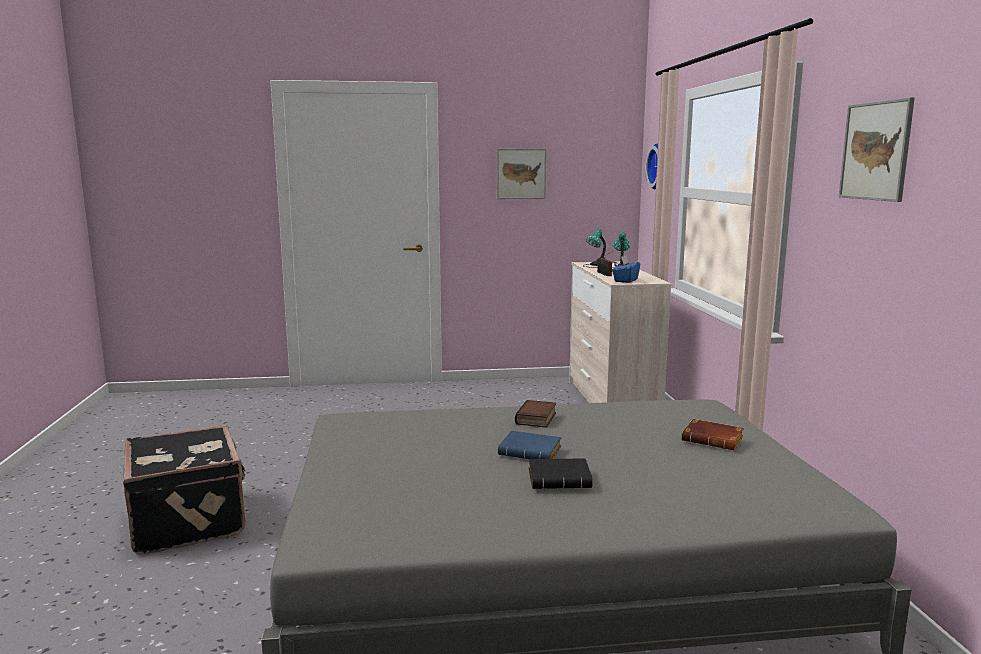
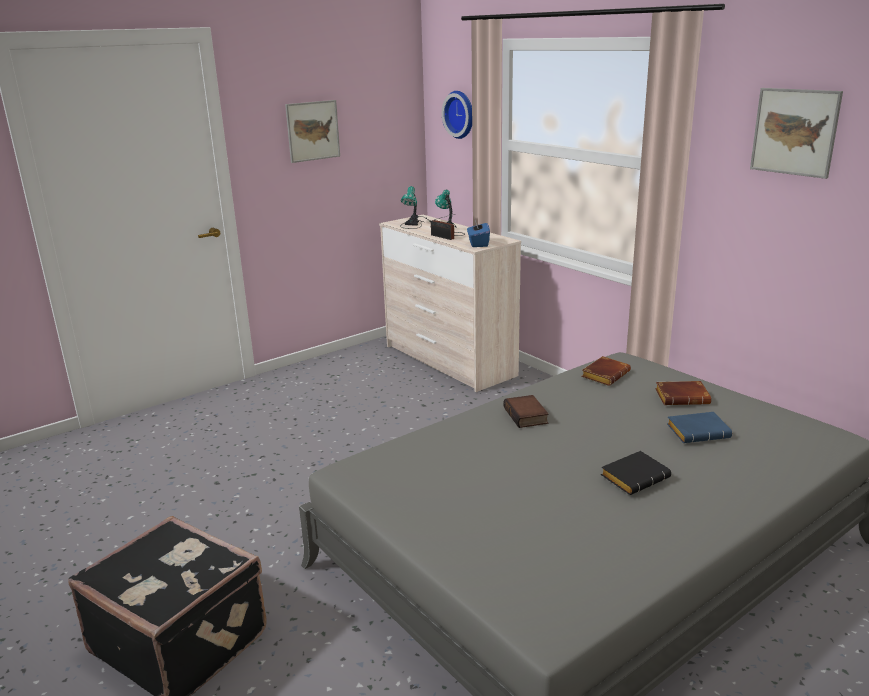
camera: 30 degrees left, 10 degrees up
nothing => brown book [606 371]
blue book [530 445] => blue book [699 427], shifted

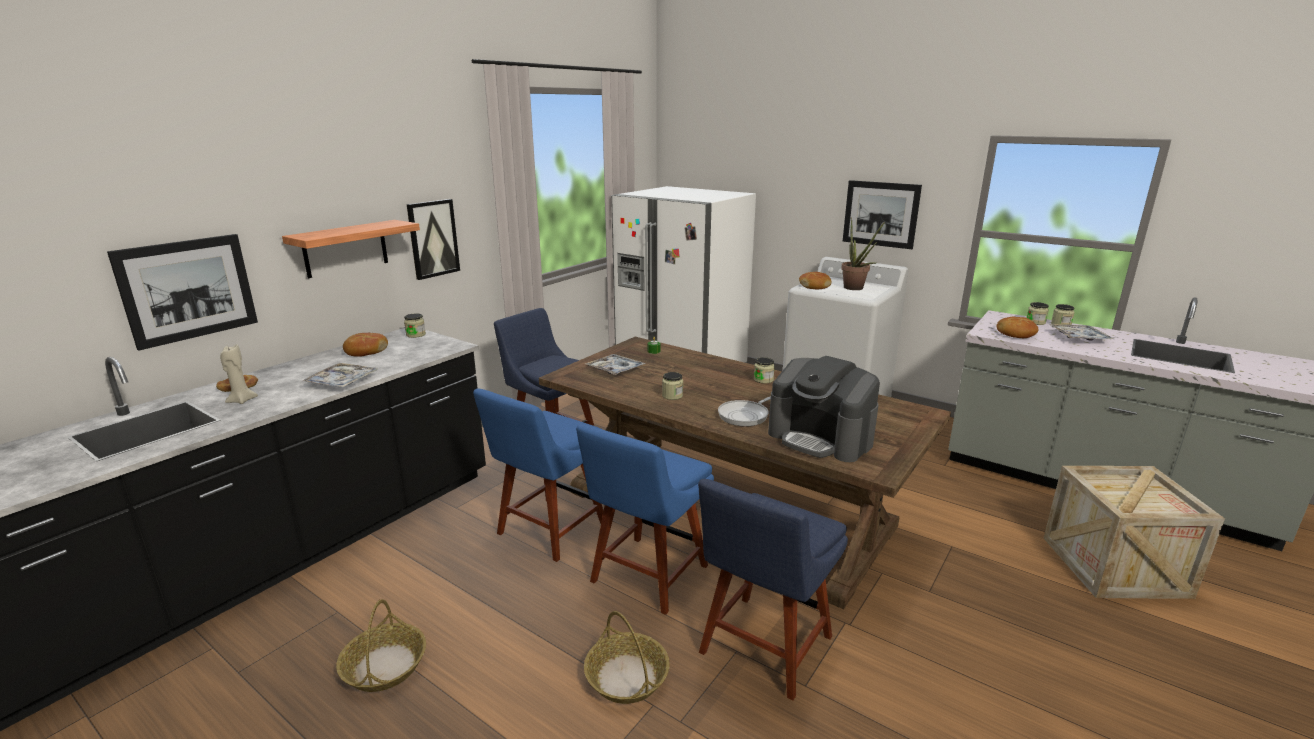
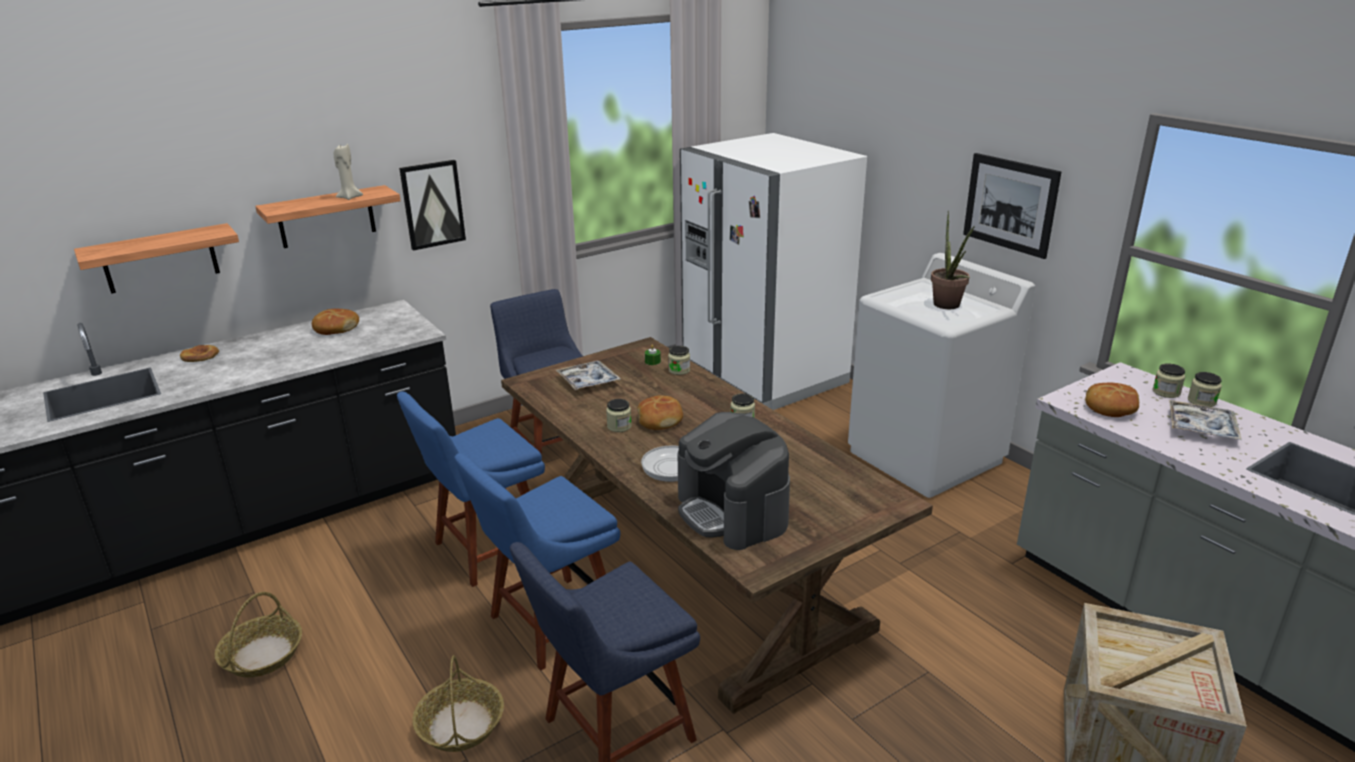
camera: 20 degrees right, 5 degrees up
picture [182 292] => shelf [156 258]
beige candle [239 374] => beige candle [348 172], shifted
bread [815 280] => bread [660 412], shifted
jar [415 326] => jar [679 360], shifted
tray [339 375] => nothing

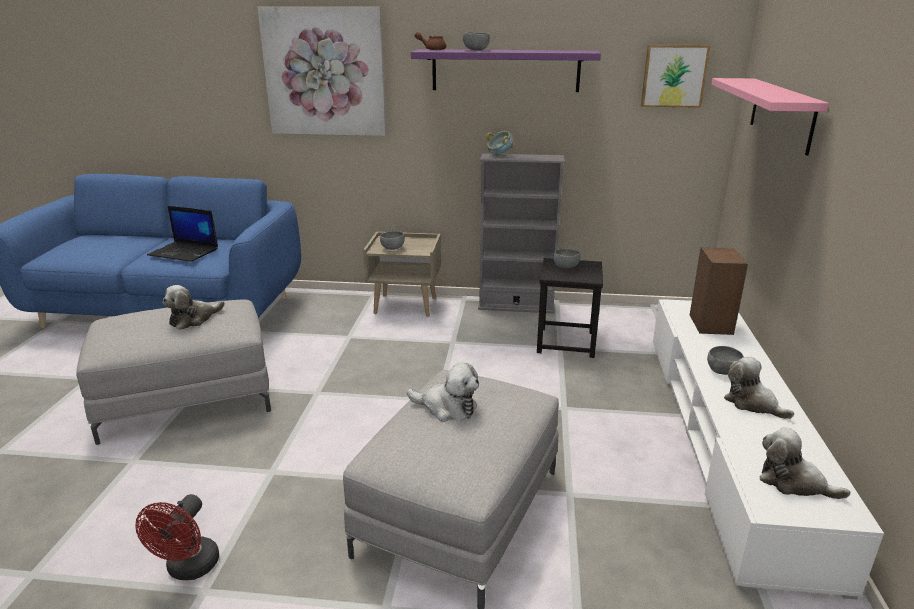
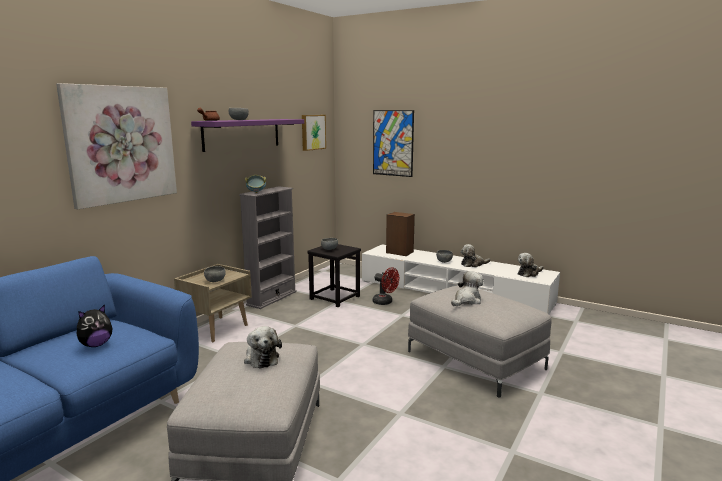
camera: 65 degrees left, 10 degrees down
laptop [182 234] => plush toy [94 325]
pink shelf [770 117] => picture [393 143]
red fan [177 537] => red fan [386 286], shifted

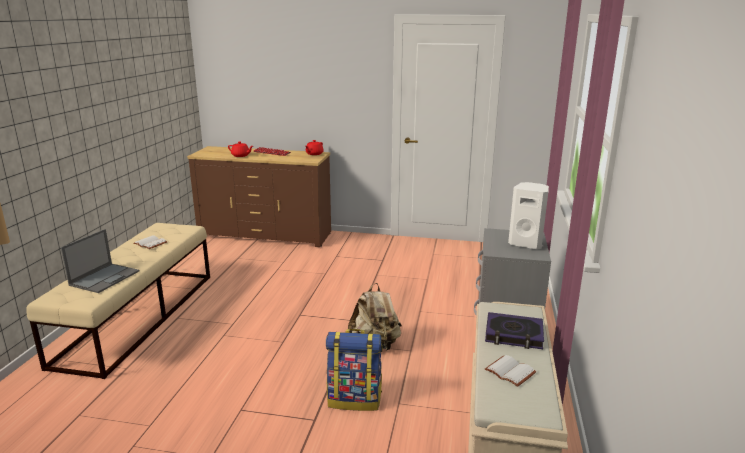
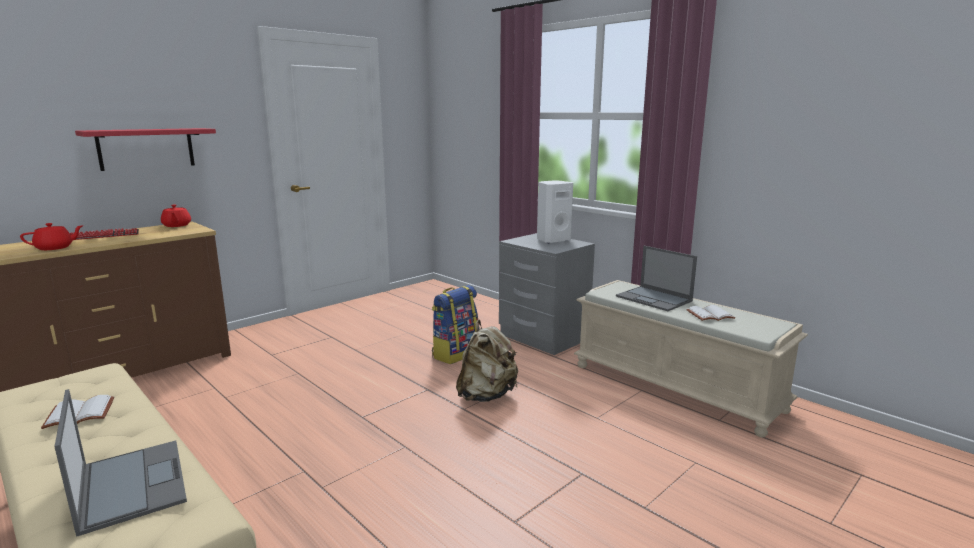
camera: 55 degrees left, 5 degrees down
nothing => red shelf [145 149]
backpack [354 370] => backpack [456 324], shifted
book [514 330] => laptop [656 278]

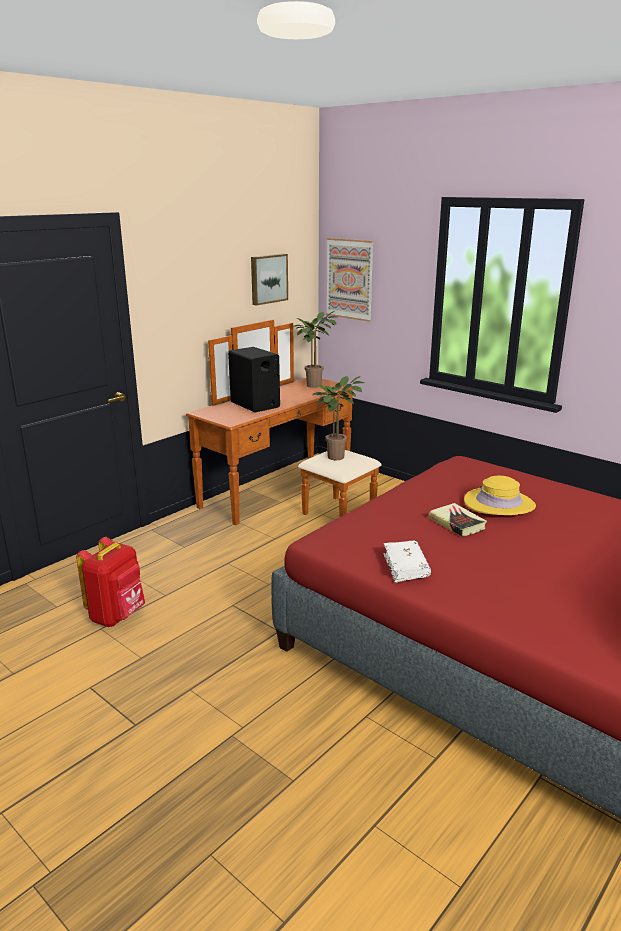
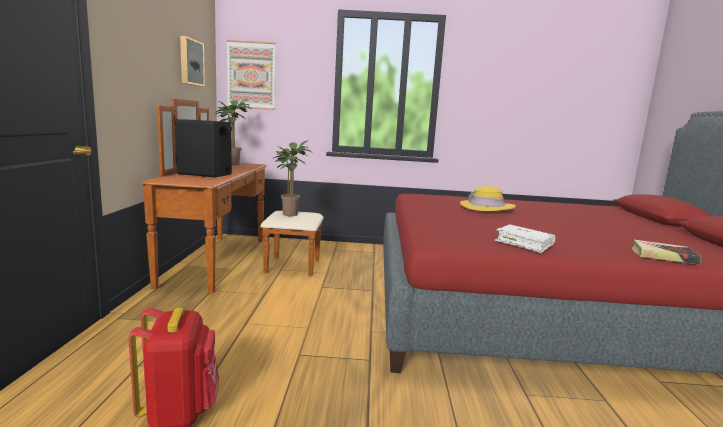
camera: 40 degrees left, 10 degrees down
book [458 520] => book [666 251], shifted

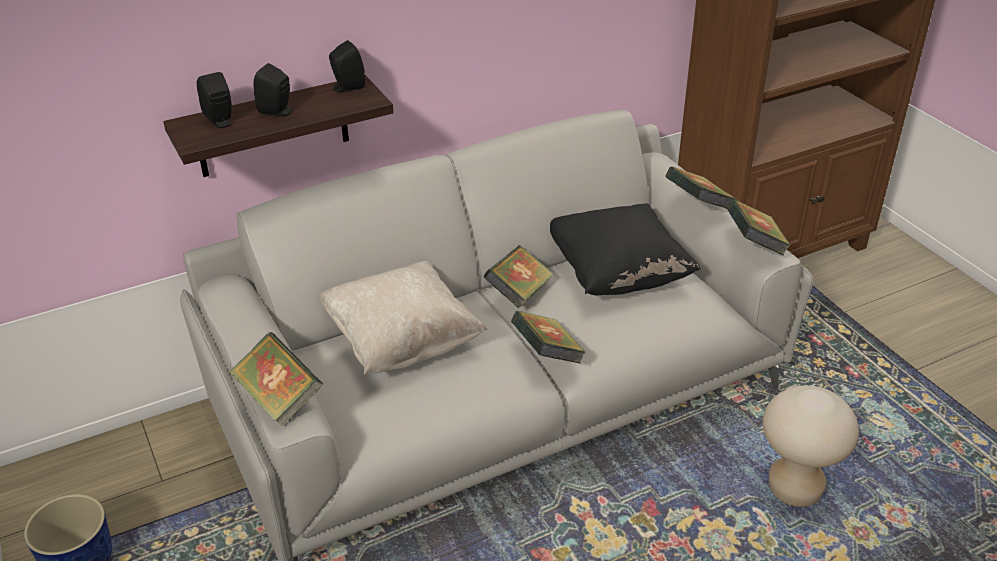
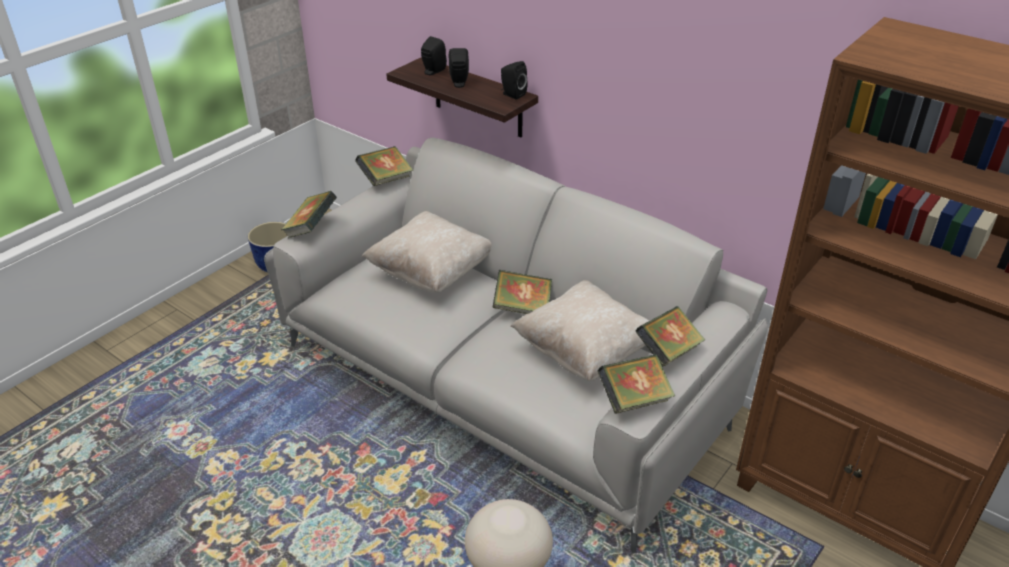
camera: 65 degrees right, 0 degrees up
book [548 337] => book [384 166], shifted
black pillow [625 249] => beige pillow [579 330]

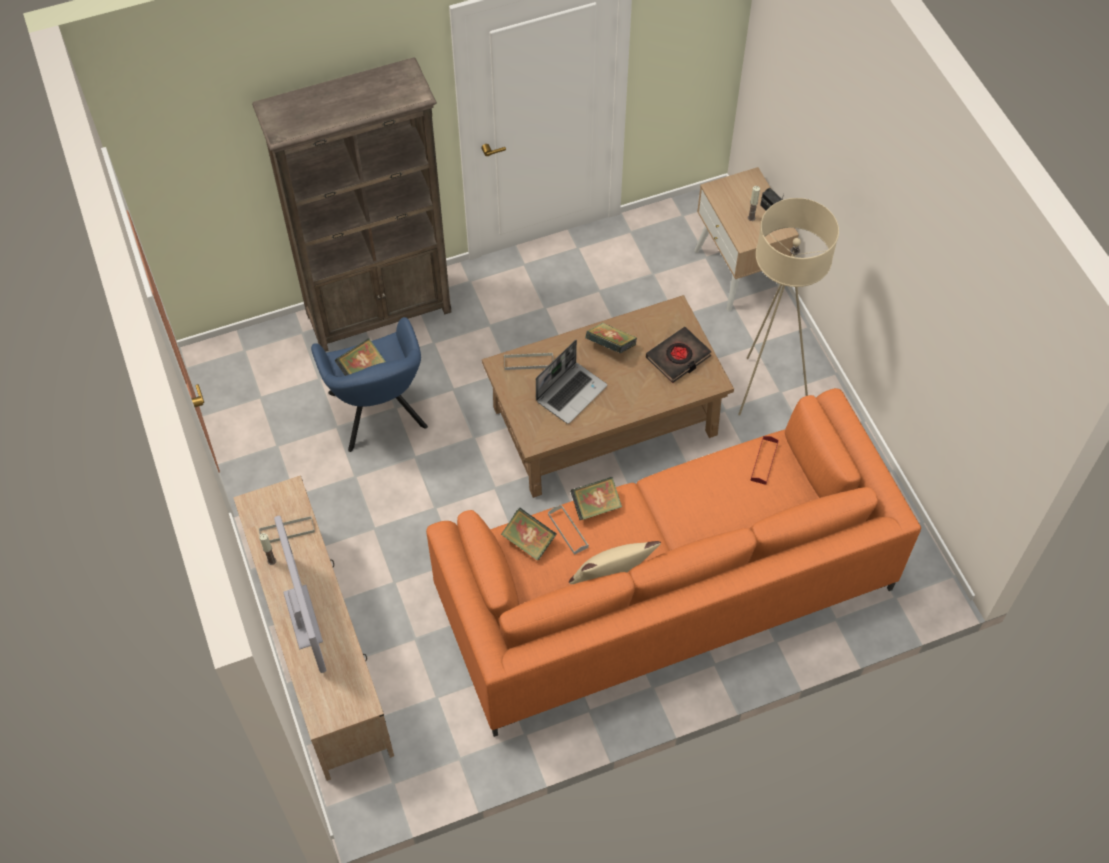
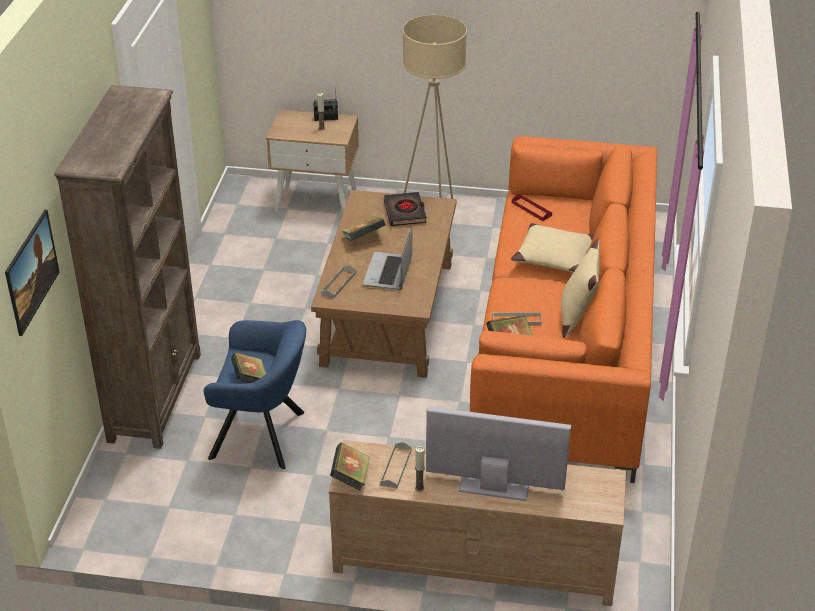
camera: 60 degrees left, 20 degrees down
nothing => picture [32 273]
book [596 498] => book [350 466], shifted
laptop [571 382] => laptop [387 258], 150 degrees counterclockwise
nothing => beige pillow [552 248]

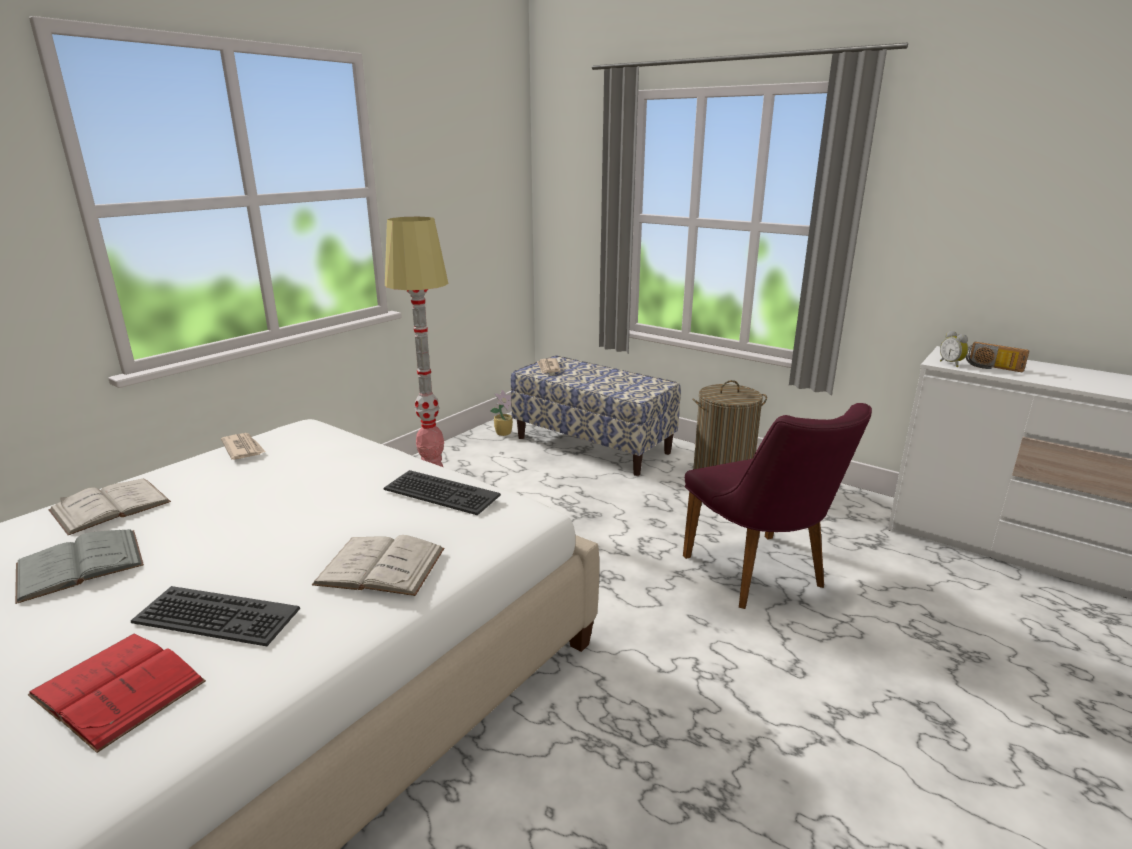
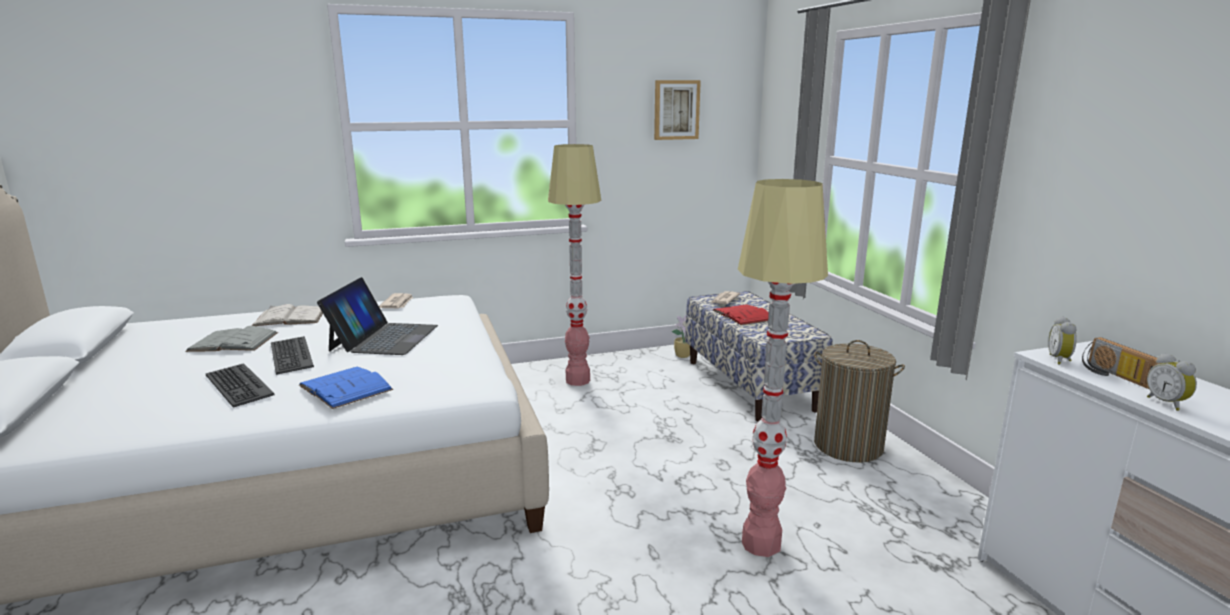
camera: 35 degrees right, 5 degrees down
keyboard [442 492] => keyboard [292 355], shifted
white book [378 565] => blue book [346 388]
nothing => laptop [377 316]
nothing => picture [677 110]
red book [117 693] => red book [741 314], shifted
purple chair [777 506] => floor lamp [783 368]
nothing => alarm clock [1172 382]

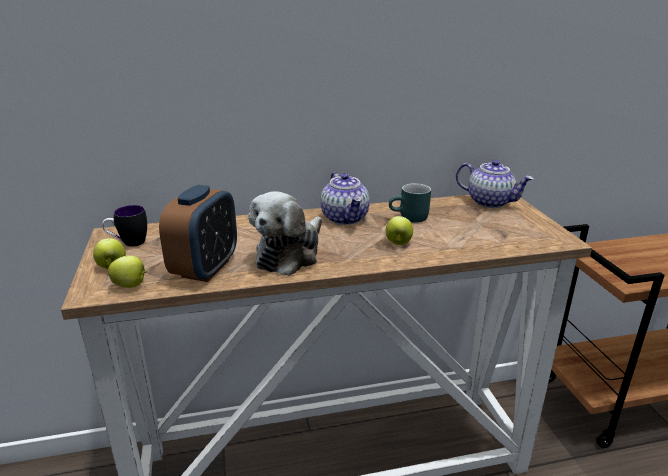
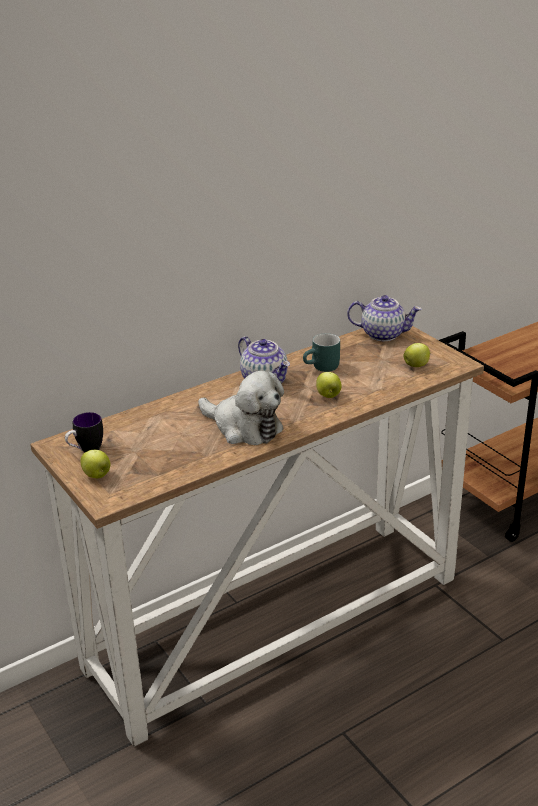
camera: 20 degrees left, 5 degrees up
plush toy [285 233] => plush toy [241 408], 60 degrees counterclockwise
apple [127 271] => apple [417 355], shifted
alarm clock [198 233] => nothing

